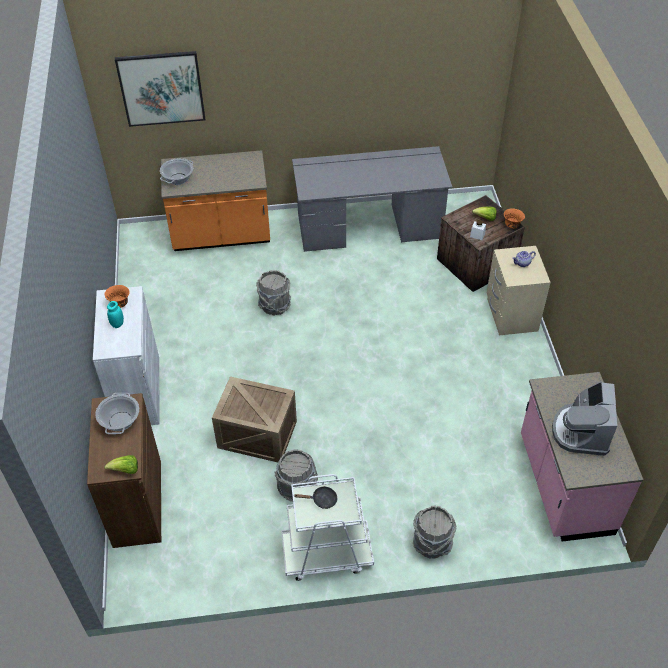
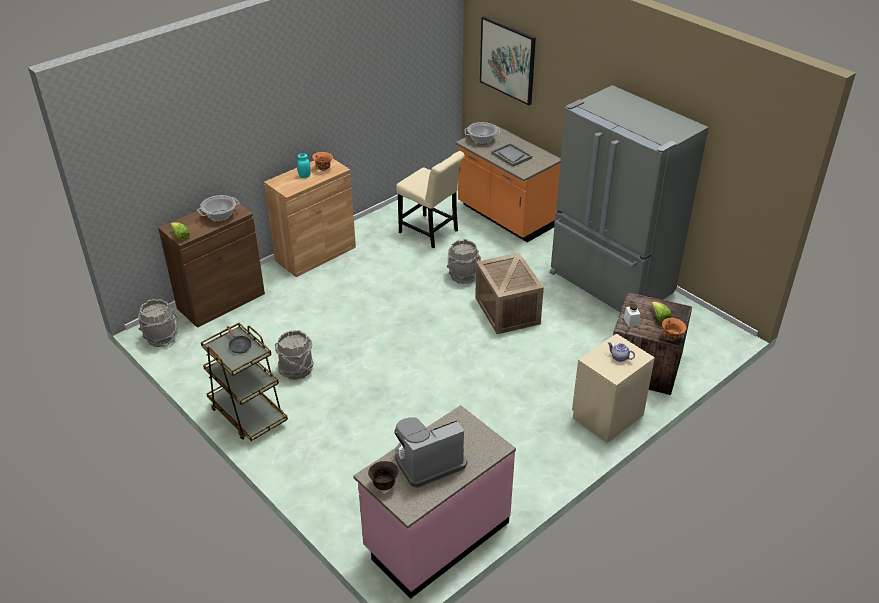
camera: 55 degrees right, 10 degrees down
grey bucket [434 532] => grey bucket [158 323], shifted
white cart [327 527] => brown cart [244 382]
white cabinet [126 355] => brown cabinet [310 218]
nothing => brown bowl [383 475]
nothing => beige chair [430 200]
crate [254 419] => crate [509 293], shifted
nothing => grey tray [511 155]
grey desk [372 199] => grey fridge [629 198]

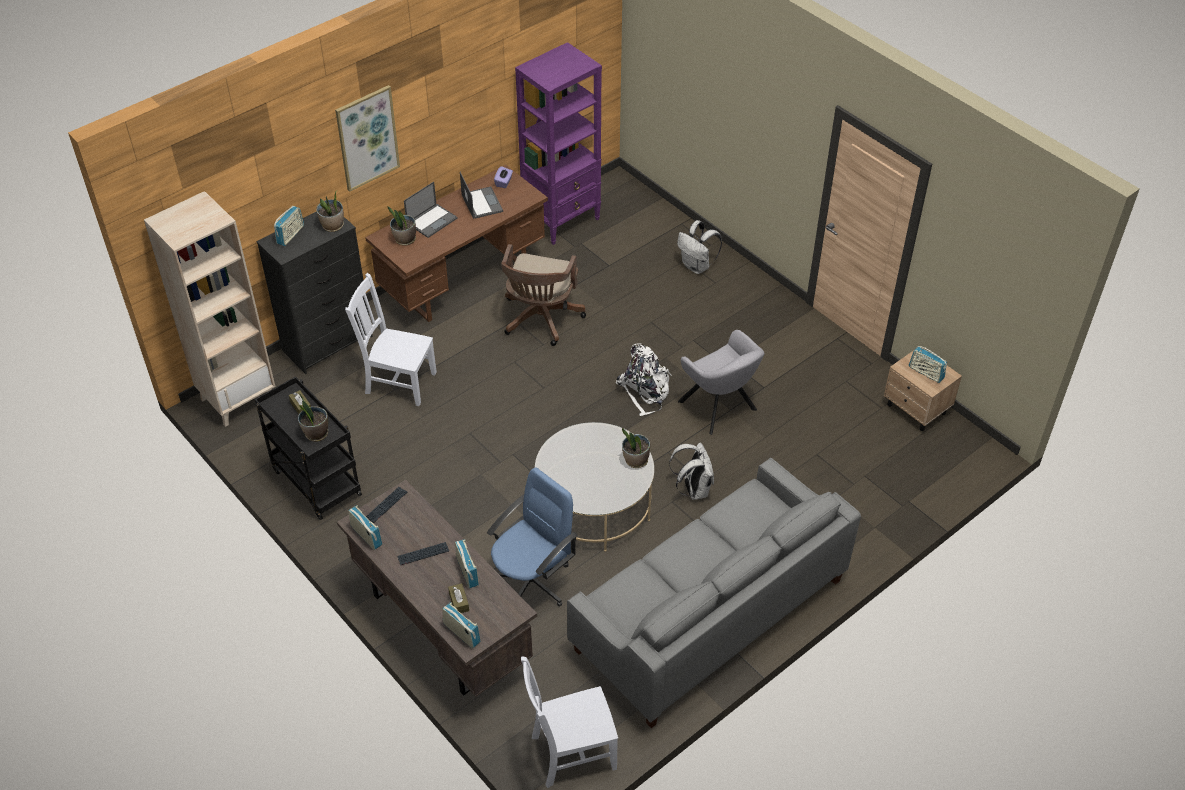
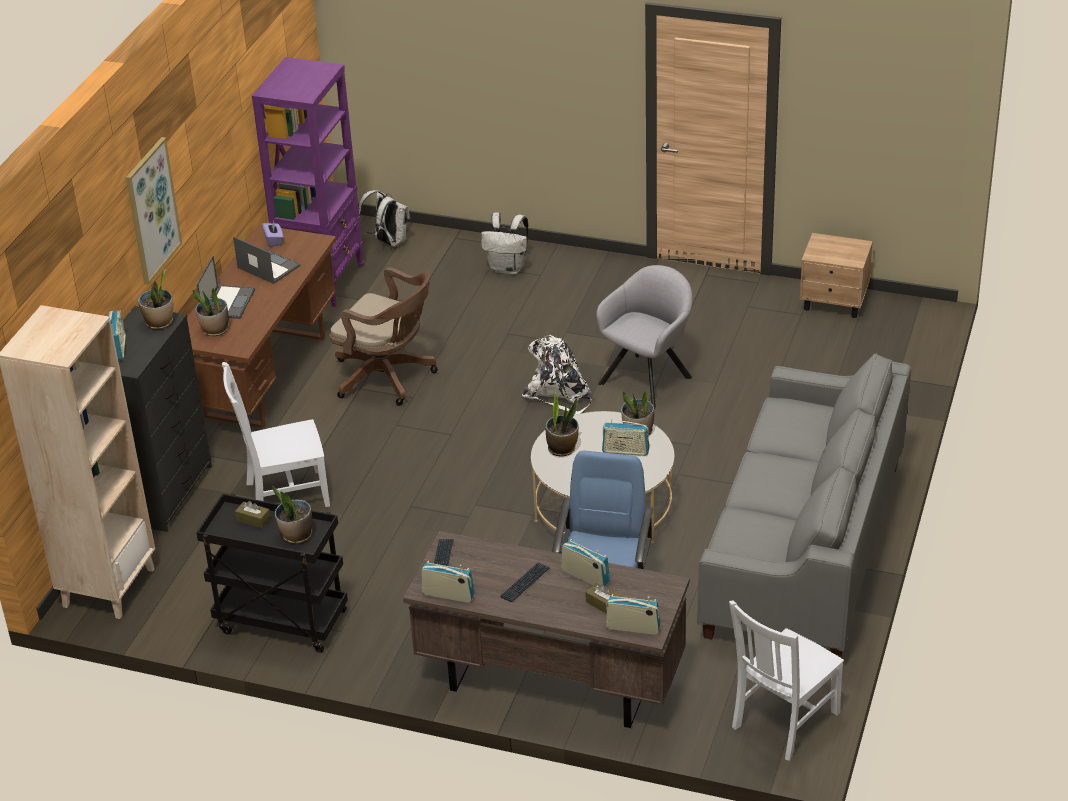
camera: 30 degrees left, 10 degrees down
brown office chair [543 295] => brown office chair [383 336], 45 degrees counterclockwise
white backpack [691 471] => white backpack [384 218], shifted
nothing => potted plant [562 424]
grey armchair [721 382] => grey armchair [644 337], 75 degrees counterclockwise
radio [928 364] => radio [625 437], shifted

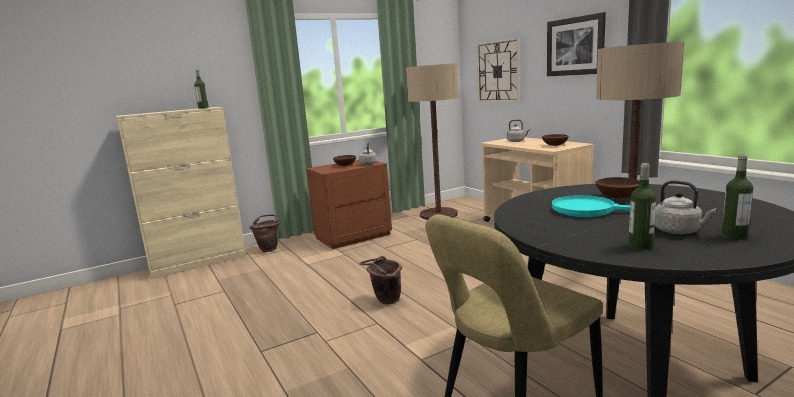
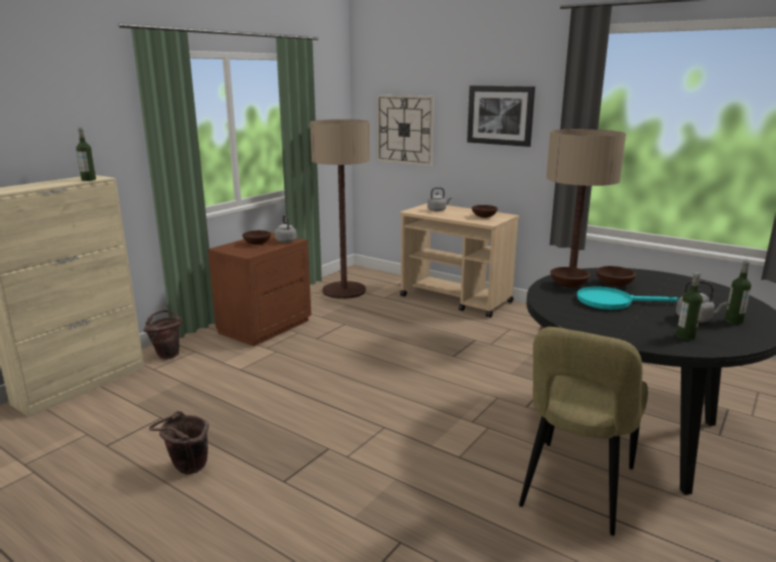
camera: 25 degrees left, 5 degrees up
brown bucket [380 280] => brown bucket [179 443], shifted
nothing => brown bowl [570 277]

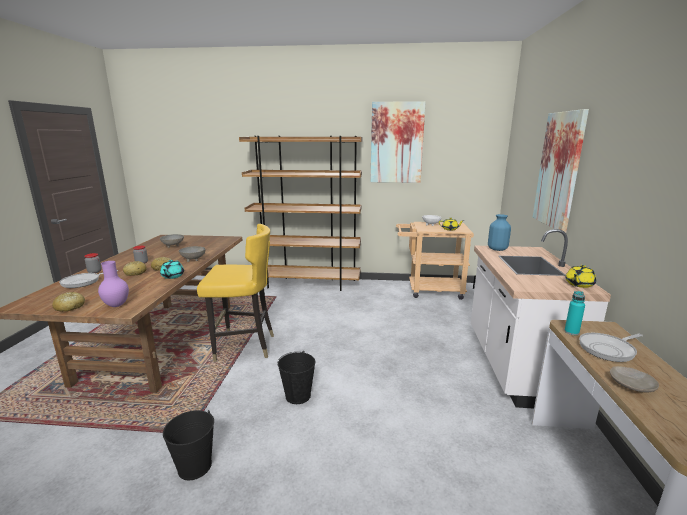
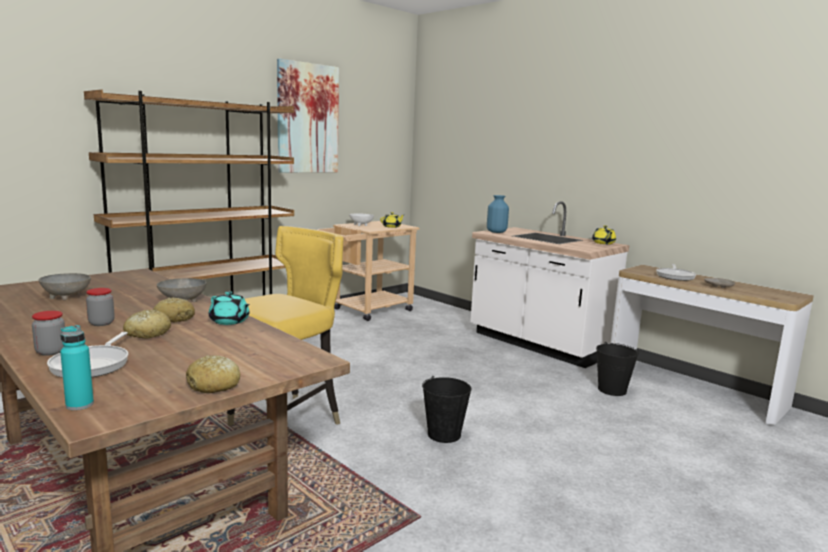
camera: 50 degrees left, 5 degrees down
turquoise bottle [574 313] => turquoise bottle [77 367], shifted
black bucket [188 445] => black bucket [617 369], shifted
purple vase [113 284] => nothing
picture [561 171] => nothing

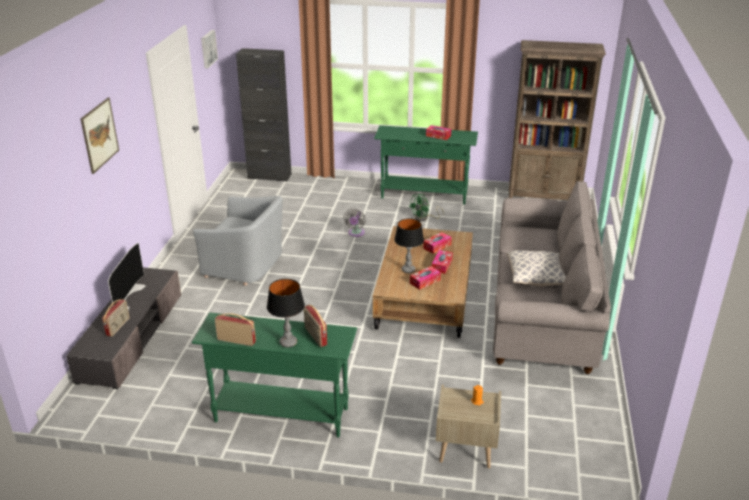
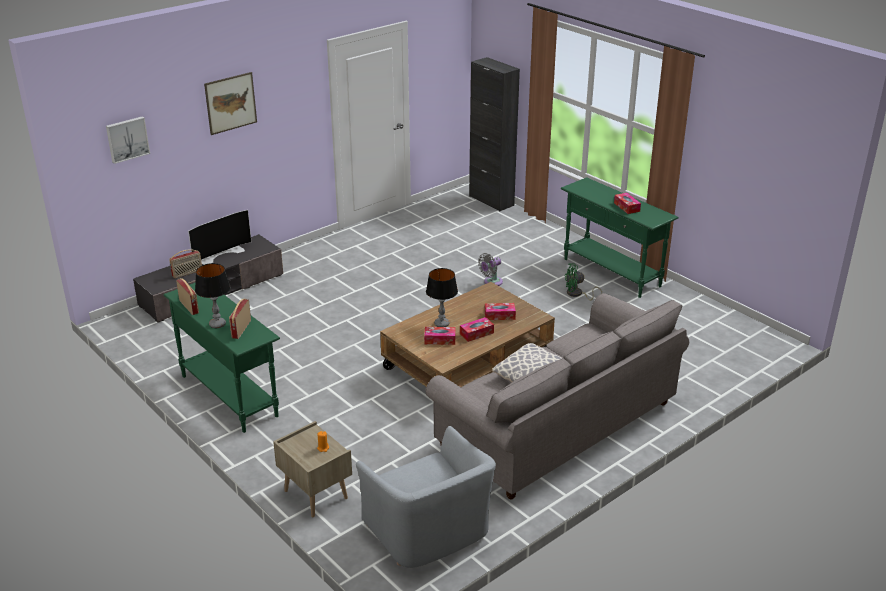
camera: 40 degrees right, 0 degrees up
picture [209 49] => picture [128 140], shifted
grey armchair [238 240] => grey armchair [426 497], shifted
brown bookcase [557 120] => nothing

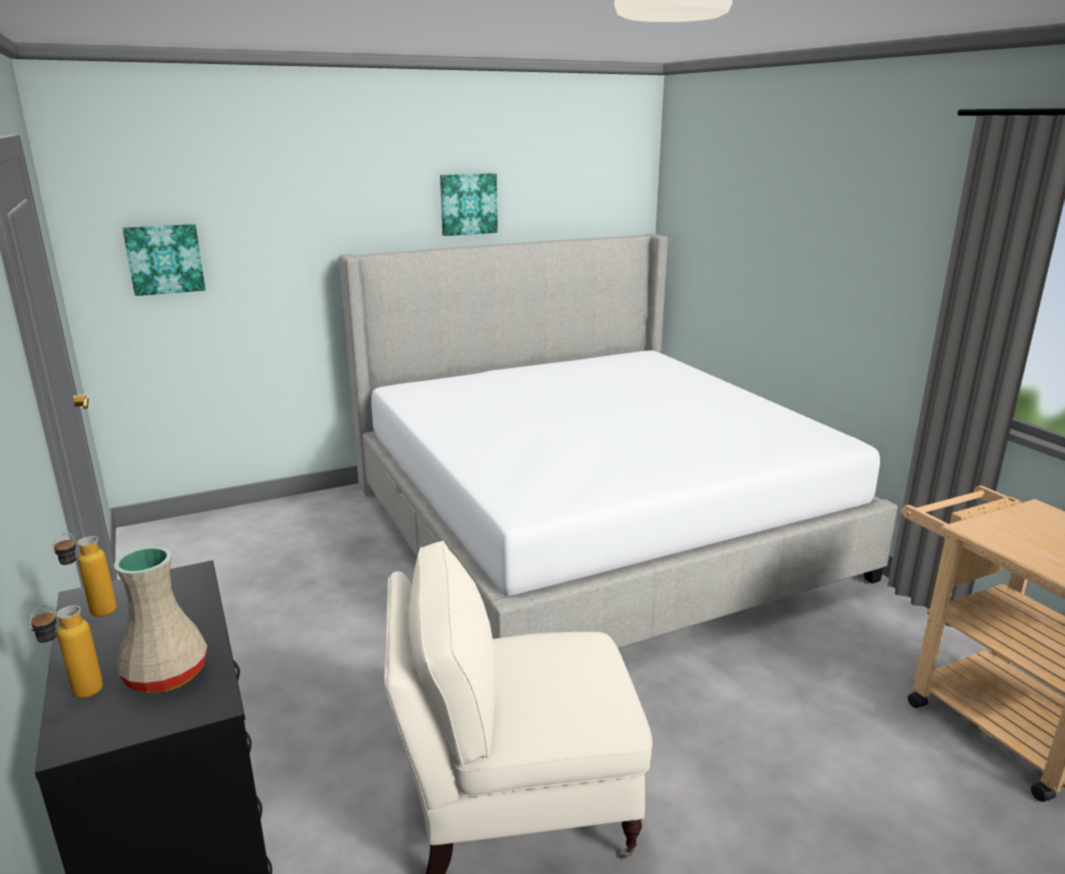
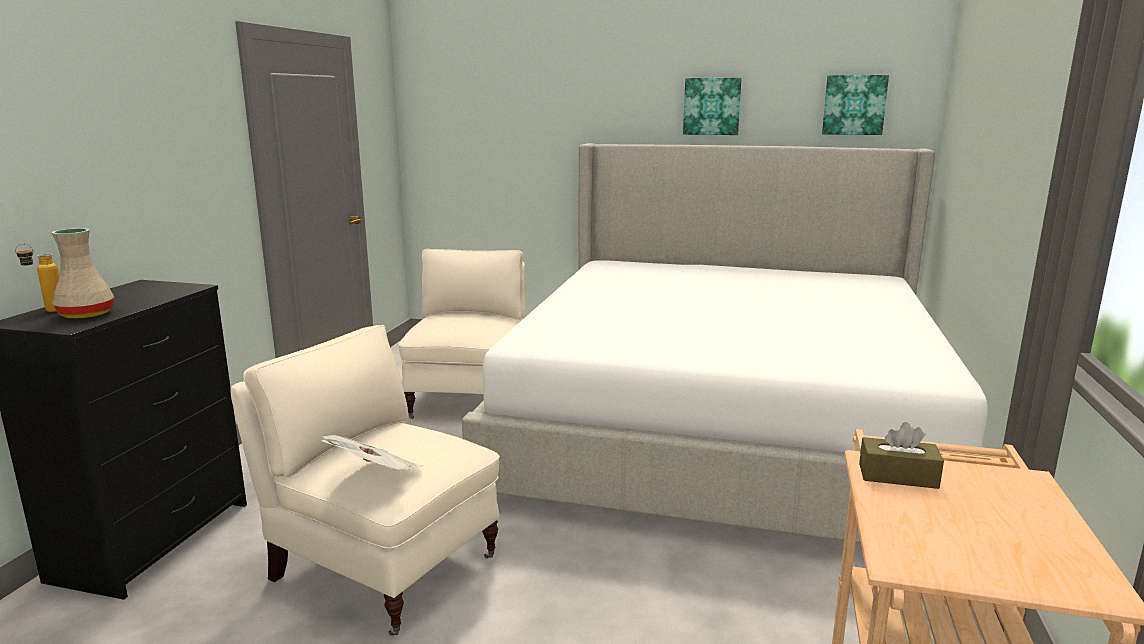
camera: 40 degrees right, 5 degrees down
nothing => newspaper [372 452]
nothing => beige armchair [462 334]
picture [164 260] => picture [855 105], shifted
nothing => brown tissue box [901 455]
bottle [85 575] => nothing

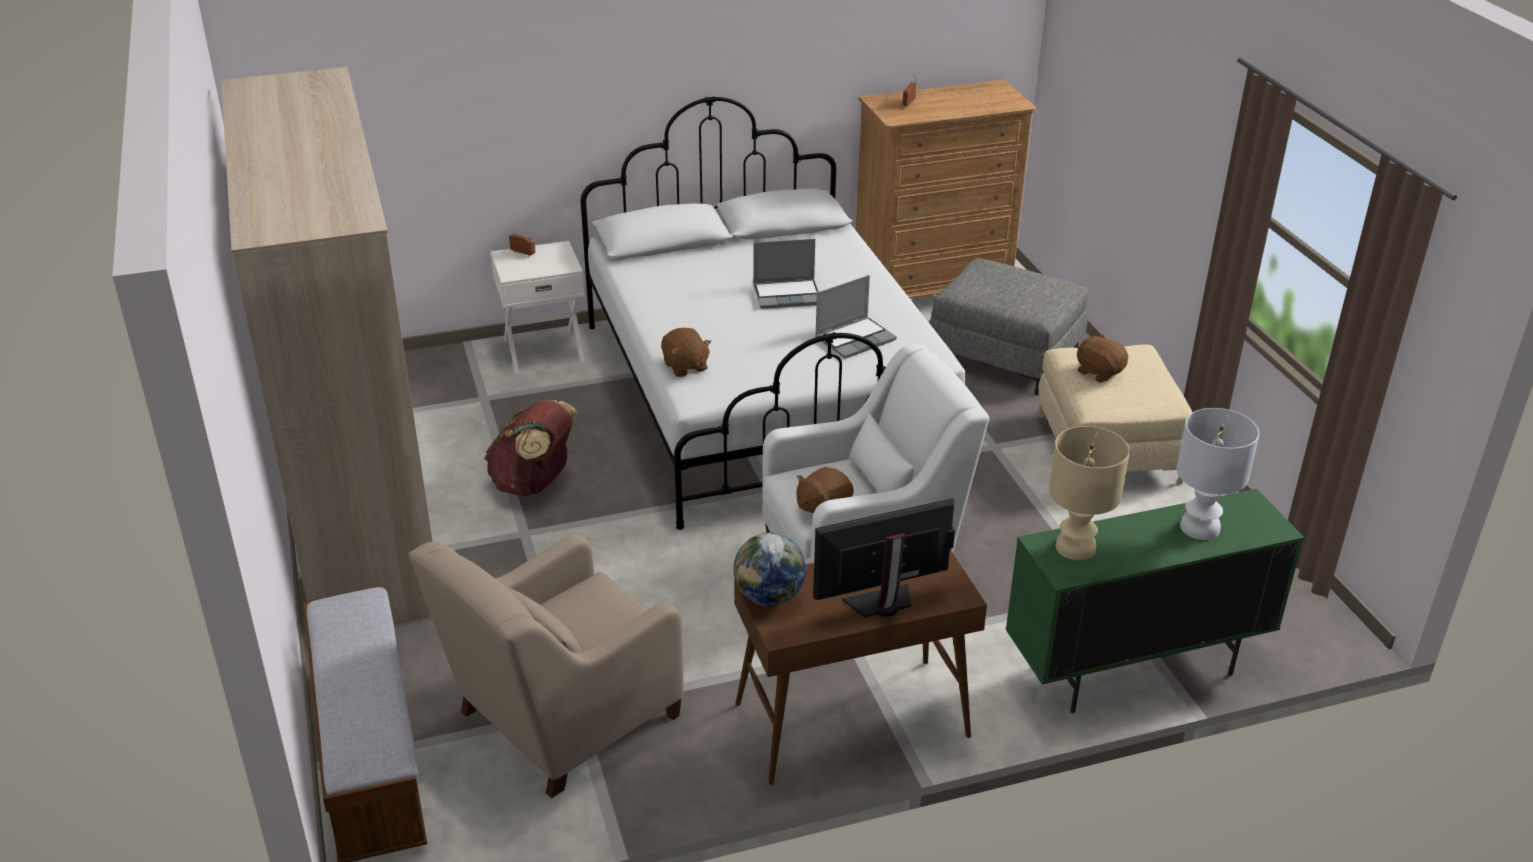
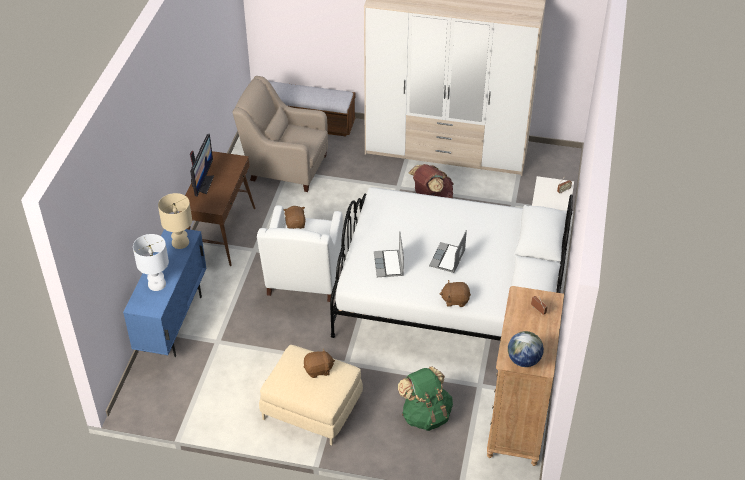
camera: 120 degrees right, 10 degrees up
green cabinet [1155 601] => blue cabinet [165 293]
beige armchair [546 666] => beige armchair [280 134], 60 degrees counterclockwise
grey ottoman [1009 327] => green backpack [425 399]
brown plush toy [686 352] => brown plush toy [455 293], shifted
globe [770 569] => globe [526 349], shifted

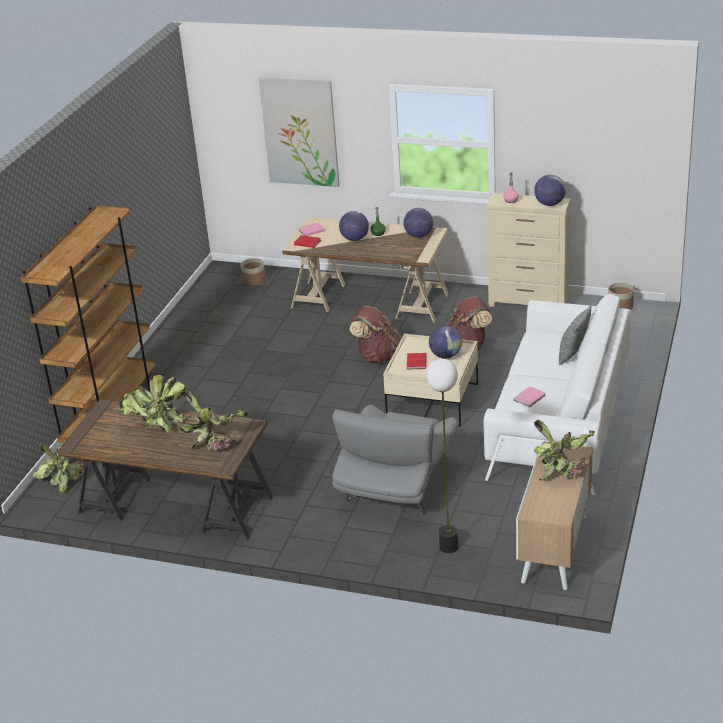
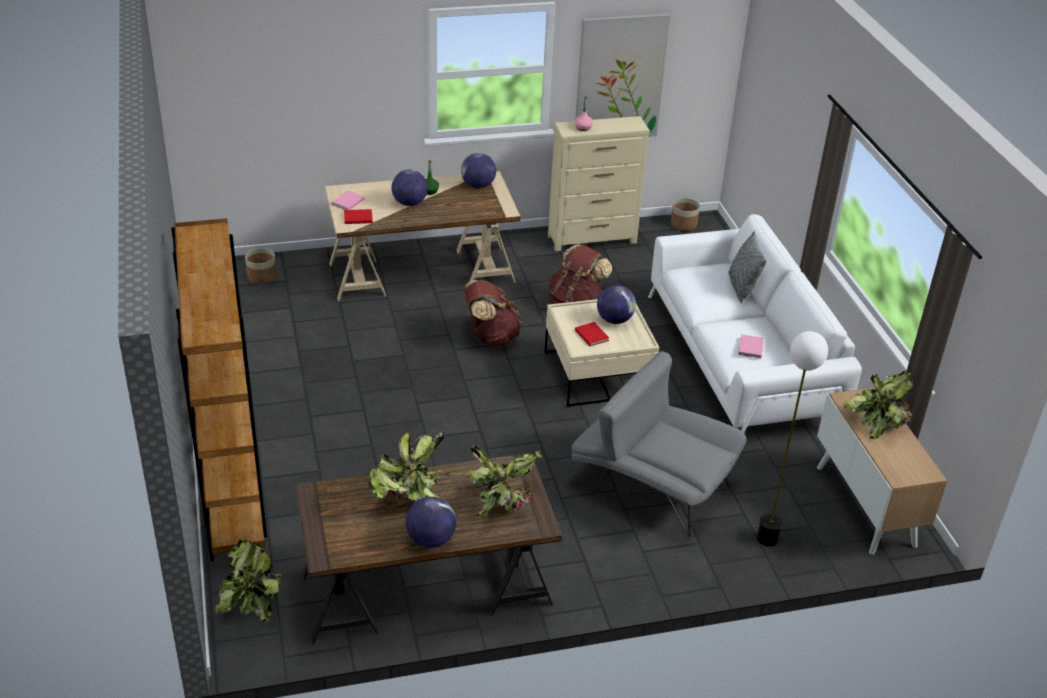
camera: 35 degrees left, 5 degrees up
globe [550 190] => globe [430 522], shifted
grey armchair [395 459] => grey armchair [659 443], 135 degrees clockwise
picture [299 132] => picture [623 75], shifted

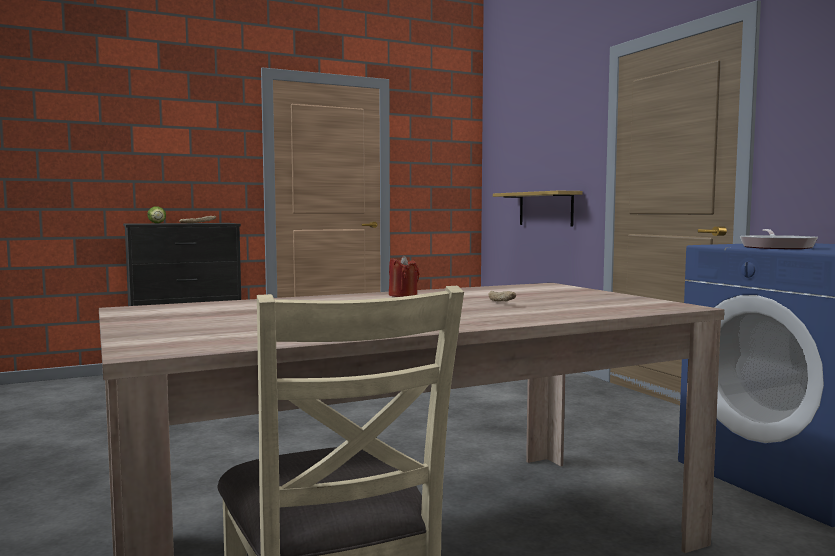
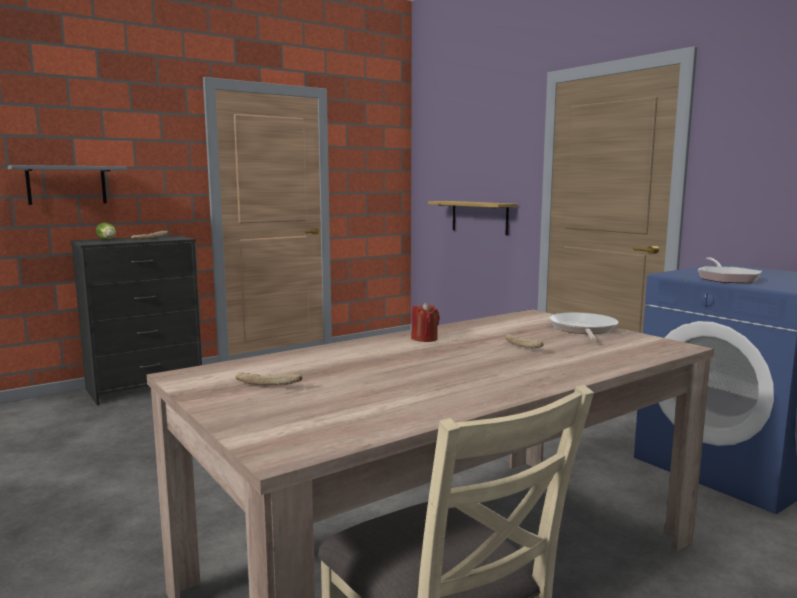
camera: 10 degrees left, 5 degrees up
nothing => grey shelf [67 185]
nothing => bread [268 379]
nothing => frying pan [583 326]

